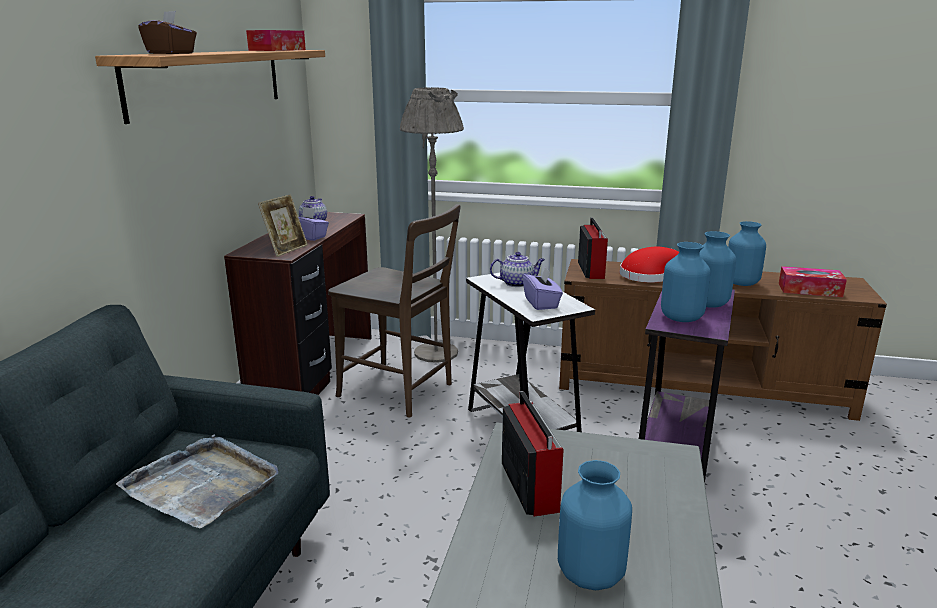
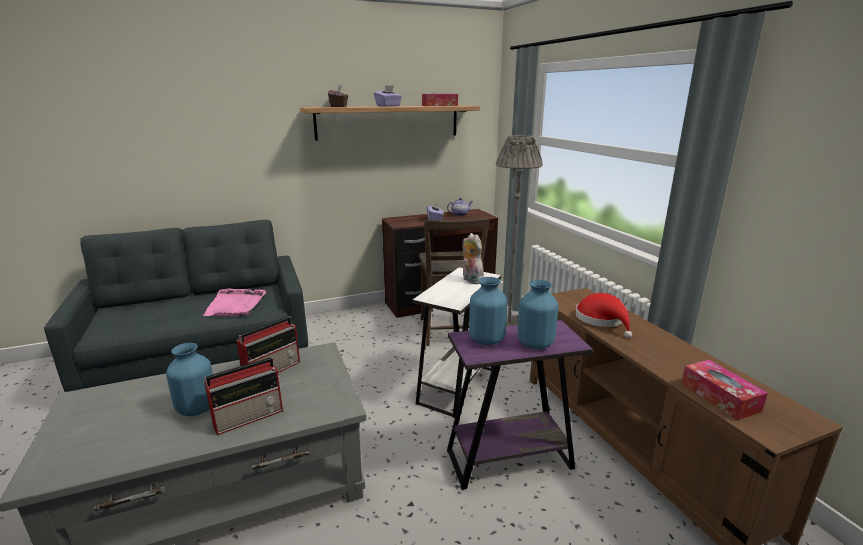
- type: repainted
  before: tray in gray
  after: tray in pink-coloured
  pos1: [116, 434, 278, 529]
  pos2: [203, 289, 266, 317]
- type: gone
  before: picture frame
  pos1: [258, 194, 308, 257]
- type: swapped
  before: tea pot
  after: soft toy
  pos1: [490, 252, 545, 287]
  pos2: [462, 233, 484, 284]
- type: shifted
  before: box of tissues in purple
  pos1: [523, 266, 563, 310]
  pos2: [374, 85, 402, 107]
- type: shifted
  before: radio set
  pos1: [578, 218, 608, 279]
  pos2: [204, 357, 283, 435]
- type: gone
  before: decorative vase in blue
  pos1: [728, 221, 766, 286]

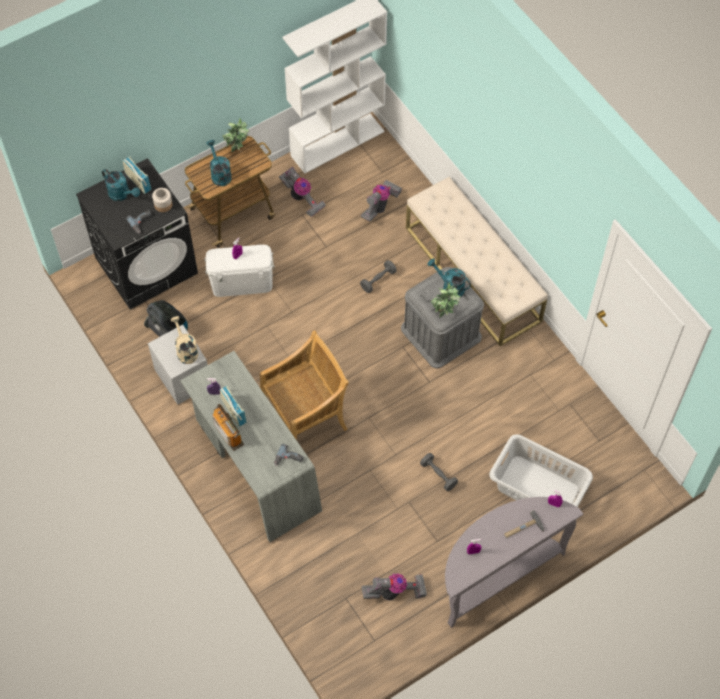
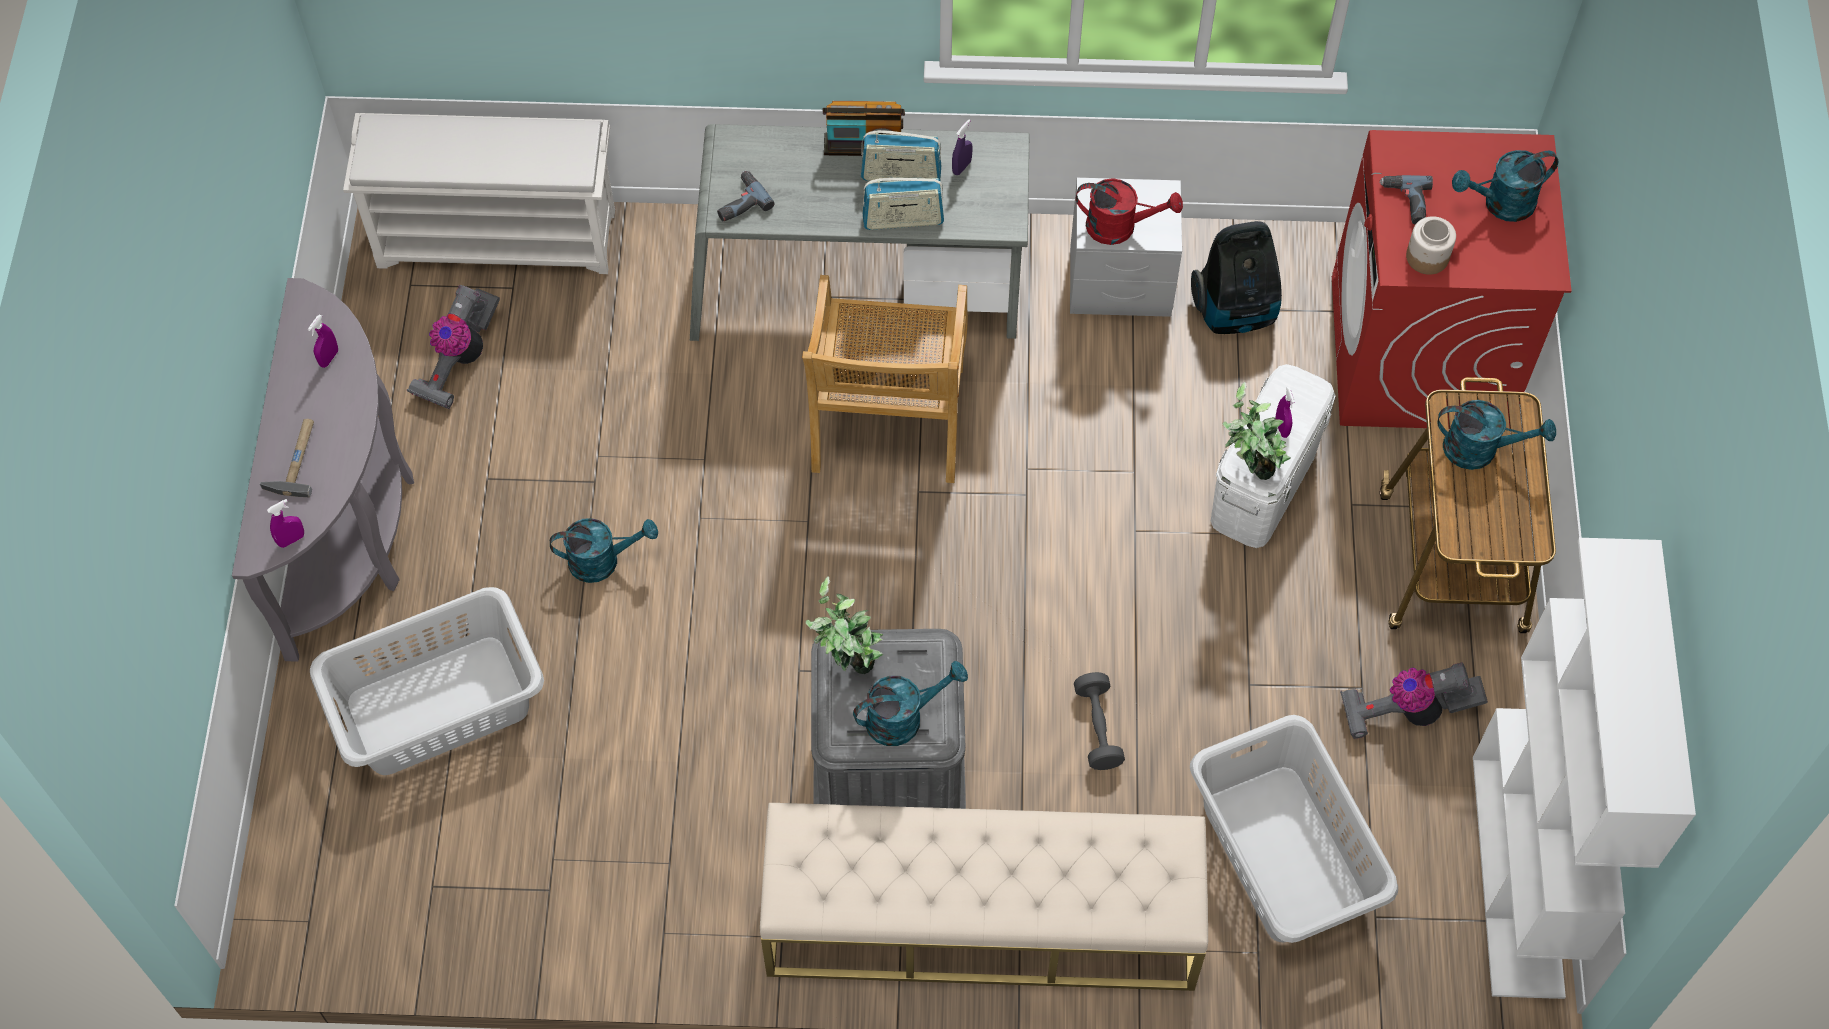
- type: repainted
  before: laundry appliance in black
  after: laundry appliance in red
  pos1: [76, 158, 198, 309]
  pos2: [1332, 130, 1572, 428]
- type: shifted
  before: radio set
  pos1: [123, 157, 151, 194]
  pos2: [862, 178, 944, 230]
- type: repainted
  before: watering can in beige
  after: watering can in red
  pos1: [171, 316, 198, 364]
  pos2: [1076, 178, 1183, 245]
- type: shifted
  before: plant in a pot
  pos1: [222, 118, 249, 152]
  pos2: [1222, 382, 1291, 480]
- type: swapped
  before: vacuum
  after: laundry basket in gray
  pos1: [361, 180, 402, 221]
  pos2: [1190, 715, 1398, 943]
- type: swapped
  before: hand weight in gray
  after: watering can in blue-green
  pos1: [420, 453, 458, 491]
  pos2: [550, 518, 658, 583]
- type: new
  after: shoe stand in whitish
  pos2: [343, 113, 615, 274]

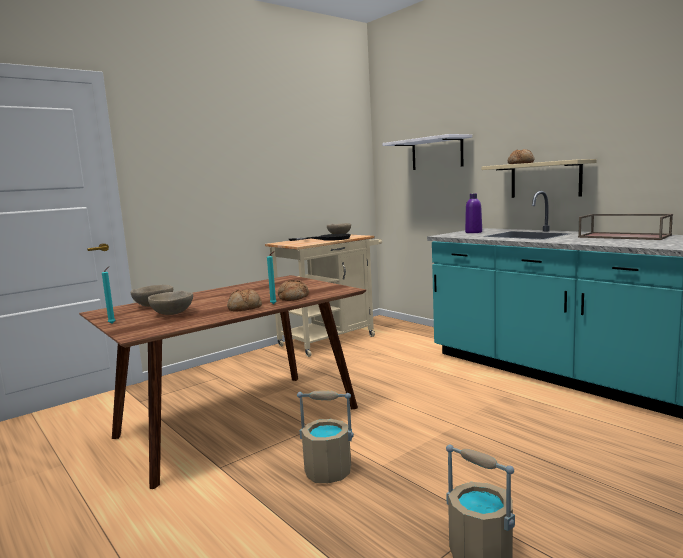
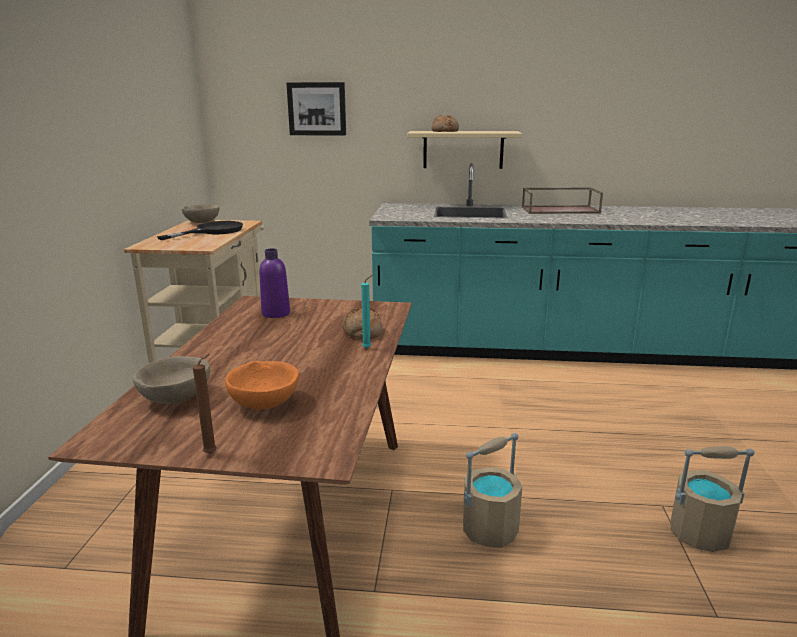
- type: repainted
  before: wax light in blue-green
  after: wax light in brown-coloured
  pos1: [102, 267, 115, 323]
  pos2: [193, 354, 217, 454]
- type: repainted
  before: bowl in beige
  after: bowl in orangey
  pos1: [148, 291, 193, 315]
  pos2: [225, 361, 299, 409]
- type: gone
  before: bakery bread
  pos1: [227, 289, 262, 312]
- type: swapped
  before: shelf in whitish
  after: wall art
  pos1: [382, 134, 472, 170]
  pos2: [286, 82, 346, 135]
- type: shifted
  before: bottle in purple
  pos1: [465, 193, 482, 233]
  pos2: [259, 248, 290, 318]

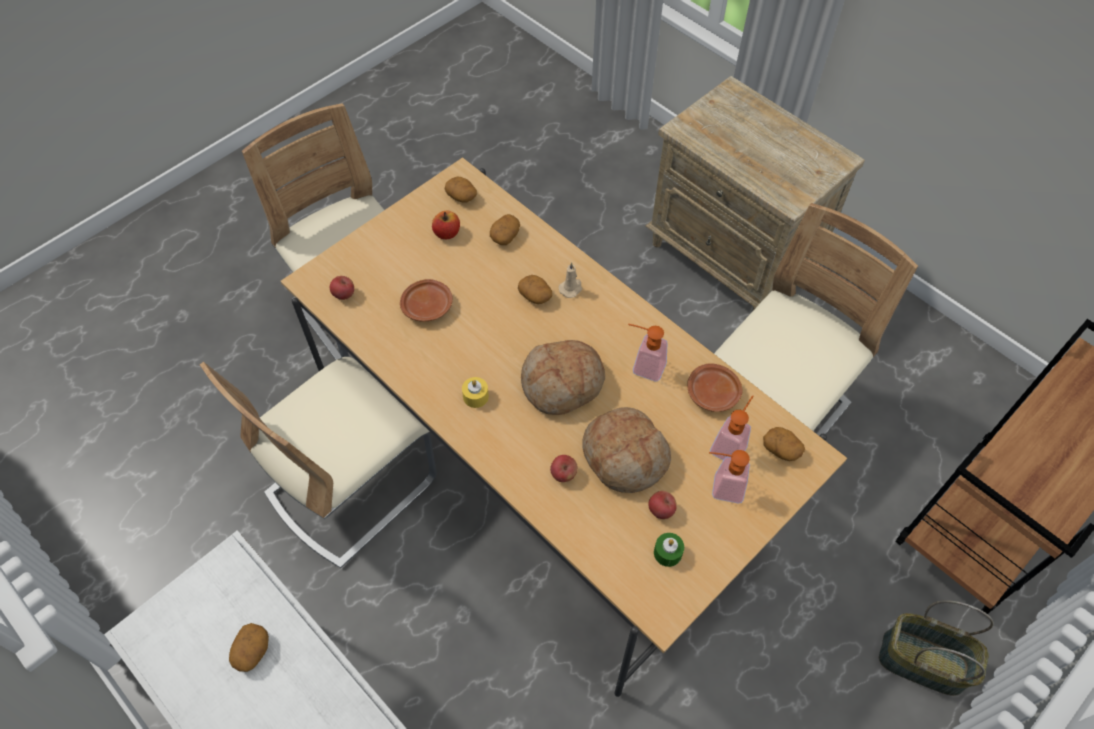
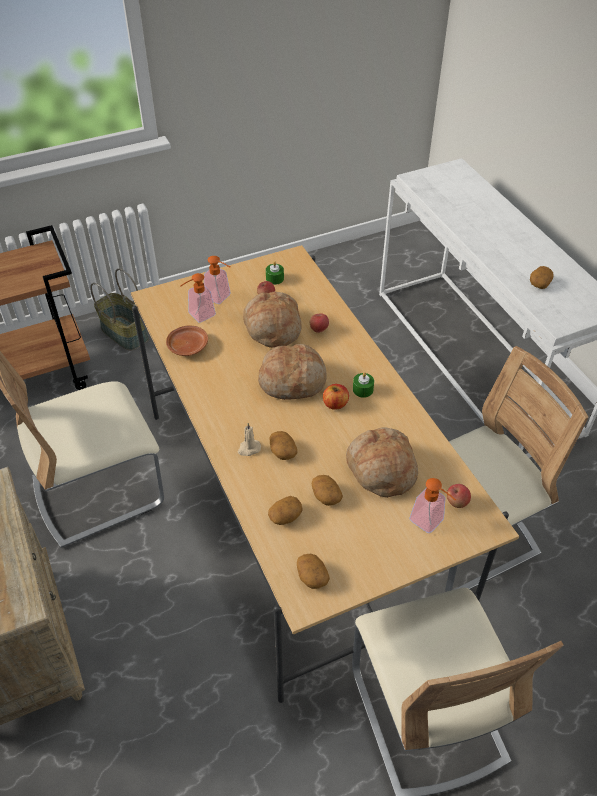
- type: swapped
  before: plate in brown-coloured
  after: bakery bread
  pos1: [400, 279, 453, 322]
  pos2: [346, 427, 418, 498]
- type: shifted
  before: apple
  pos1: [432, 211, 460, 239]
  pos2: [323, 384, 349, 410]
- type: repainted
  before: wax light in yellow-coloured
  after: wax light in green
  pos1: [462, 377, 489, 408]
  pos2: [353, 372, 374, 398]
- type: shifted
  before: soap bottle
  pos1: [628, 324, 667, 382]
  pos2: [409, 478, 456, 533]
- type: shifted
  before: potato
  pos1: [763, 427, 805, 461]
  pos2: [312, 475, 343, 506]

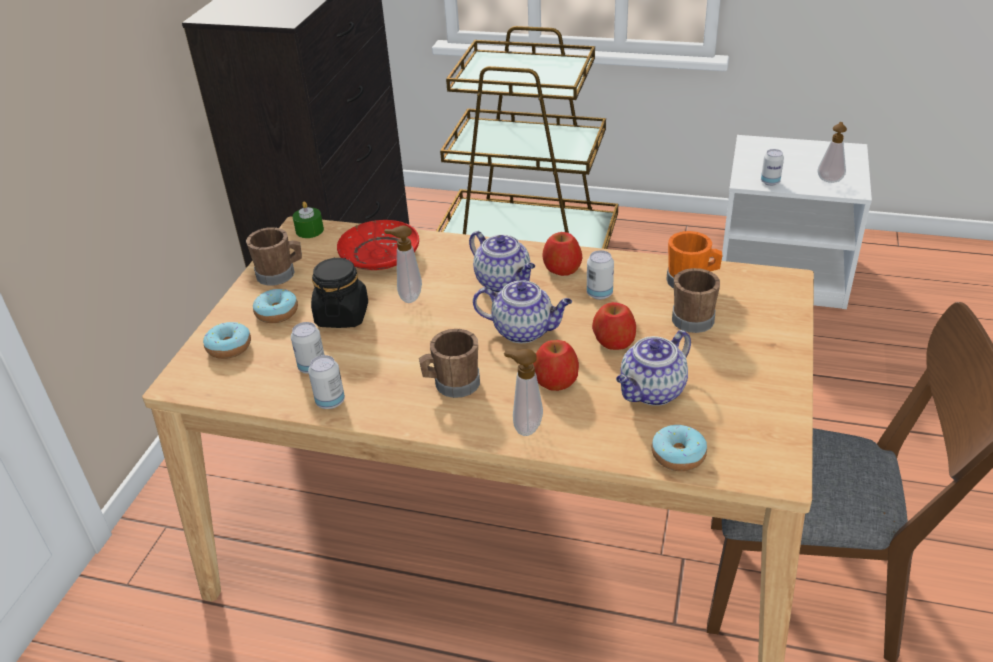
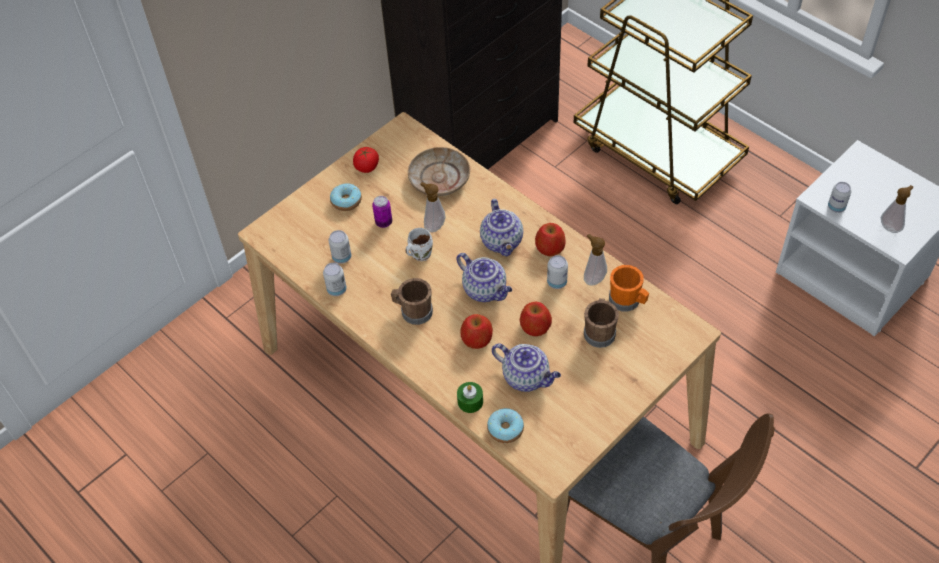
- type: gone
  before: donut
  pos1: [203, 322, 251, 359]
- type: swapped
  before: mug in brown-coloured
  after: fresh tomato
  pos1: [246, 227, 302, 286]
  pos2: [353, 147, 379, 173]
- type: shifted
  before: wax light in green
  pos1: [293, 201, 324, 238]
  pos2: [457, 382, 483, 413]
- type: swapped
  before: storage jar in black
  after: can
  pos1: [311, 257, 368, 328]
  pos2: [372, 196, 392, 228]
- type: repainted
  before: plate in red
  after: plate in beige
  pos1: [337, 220, 419, 270]
  pos2: [408, 147, 470, 196]
- type: shifted
  before: soap bottle
  pos1: [504, 349, 543, 436]
  pos2: [584, 234, 607, 285]
- type: rotated
  before: tea pot
  pos1: [616, 330, 691, 406]
  pos2: [492, 344, 561, 392]
  turn: -135
- type: new
  after: mug in whitish
  pos2: [405, 228, 433, 261]

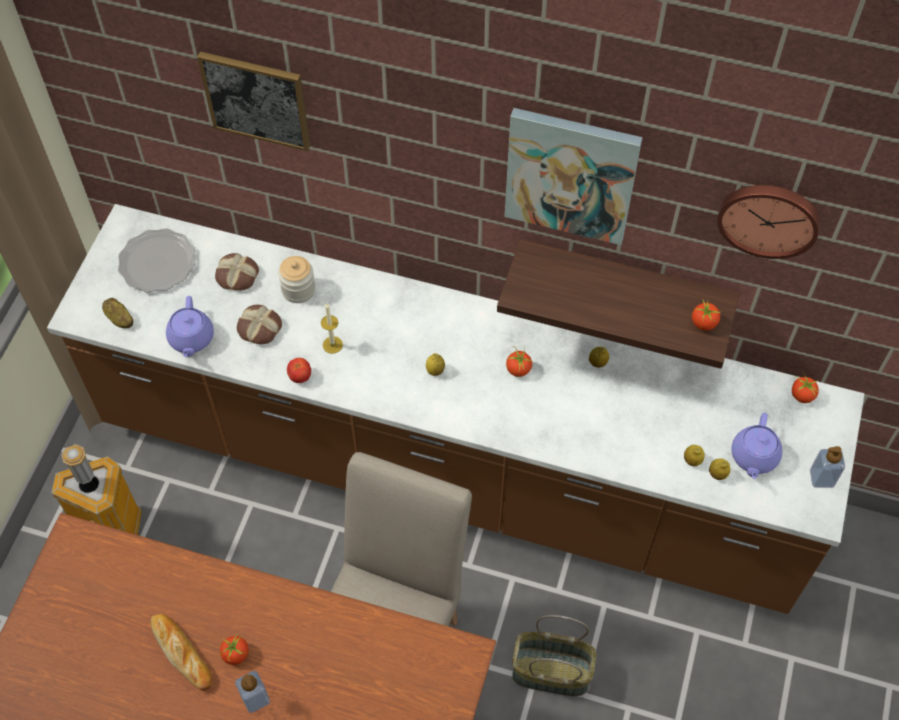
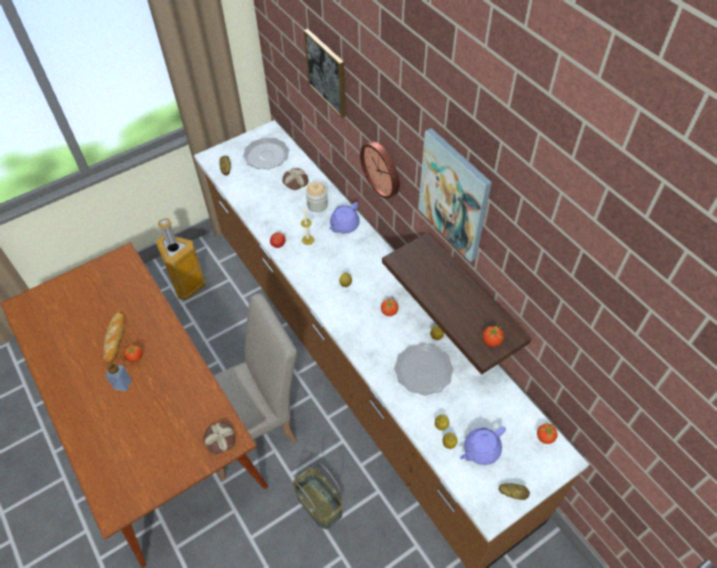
- type: shifted
  before: tea pot in purple
  pos1: [166, 296, 214, 357]
  pos2: [329, 202, 360, 234]
- type: shifted
  before: bakery bread
  pos1: [237, 305, 282, 344]
  pos2: [203, 422, 235, 454]
- type: shifted
  before: clock on the wall
  pos1: [717, 185, 820, 259]
  pos2: [360, 141, 400, 199]
- type: swapped
  before: soap bottle
  after: potato
  pos1: [810, 446, 845, 488]
  pos2: [499, 483, 530, 500]
- type: new
  after: plate
  pos2: [394, 343, 454, 395]

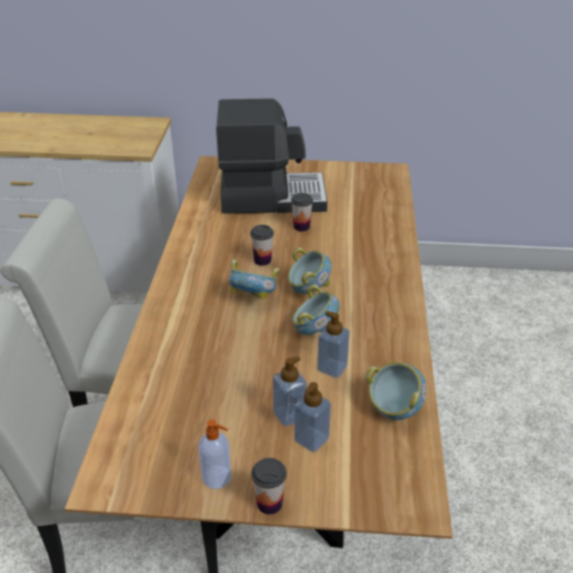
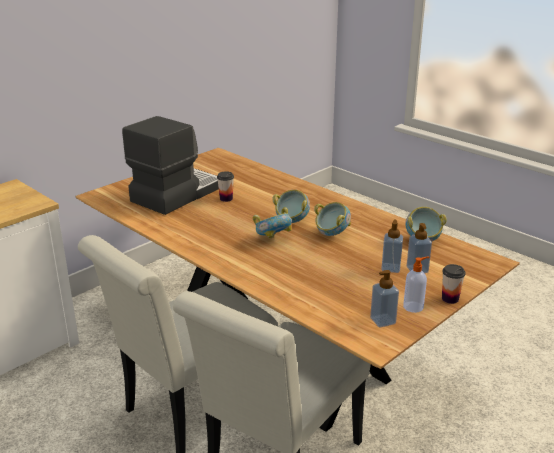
- type: gone
  before: small cup
  pos1: [250, 225, 274, 266]
- type: shifted
  before: soap bottle
  pos1: [317, 311, 350, 378]
  pos2: [370, 270, 399, 327]

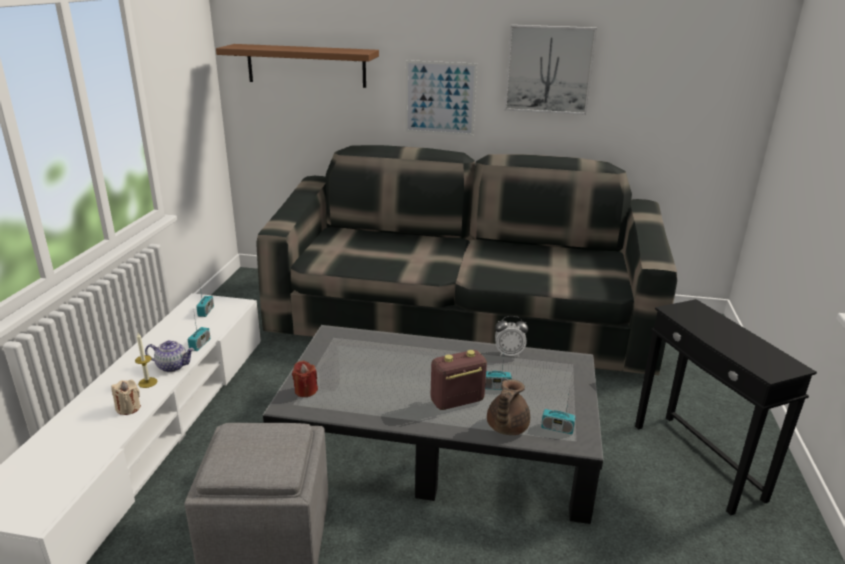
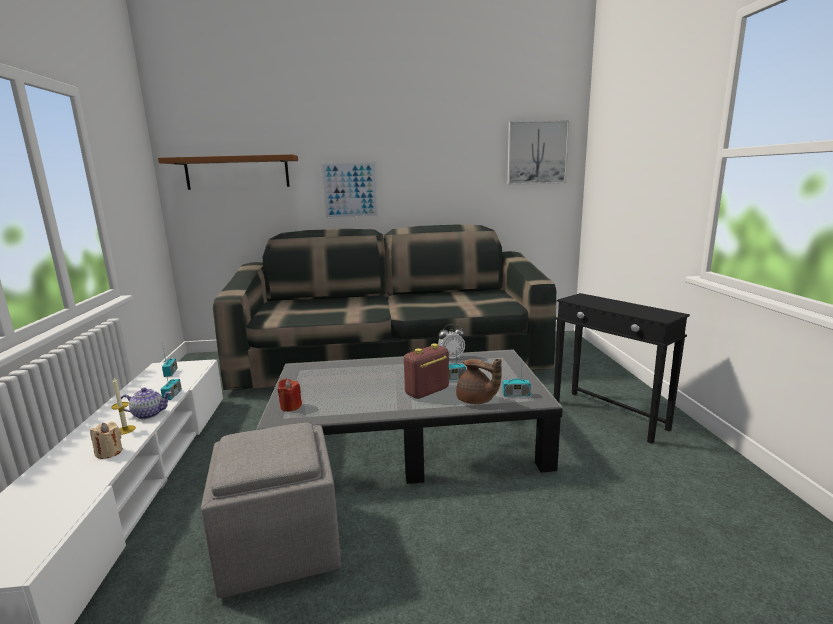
- type: rotated
  before: tea pot in brown-coloured
  pos1: [487, 379, 530, 435]
  pos2: [456, 359, 501, 404]
  turn: -60
- type: shifted
  before: wall art
  pos1: [505, 25, 597, 115]
  pos2: [507, 120, 570, 185]

